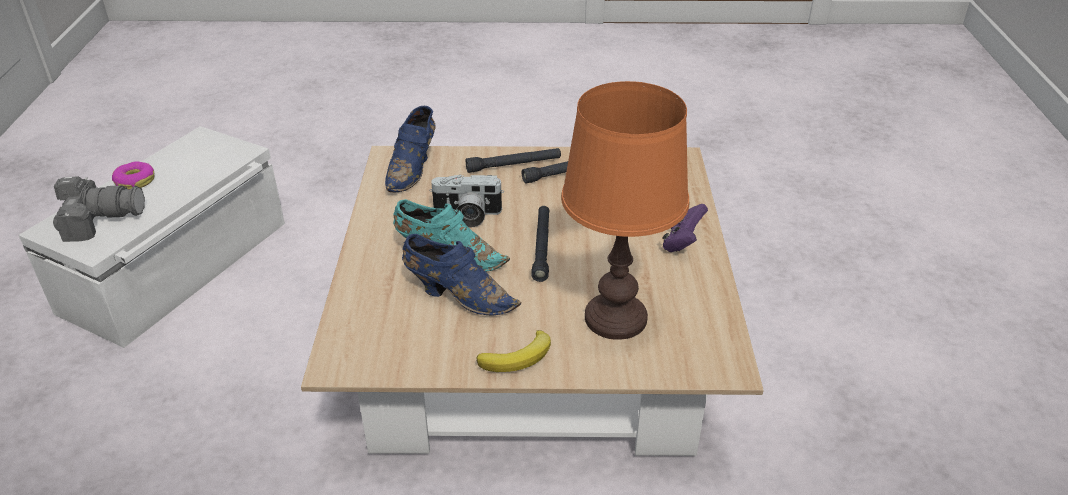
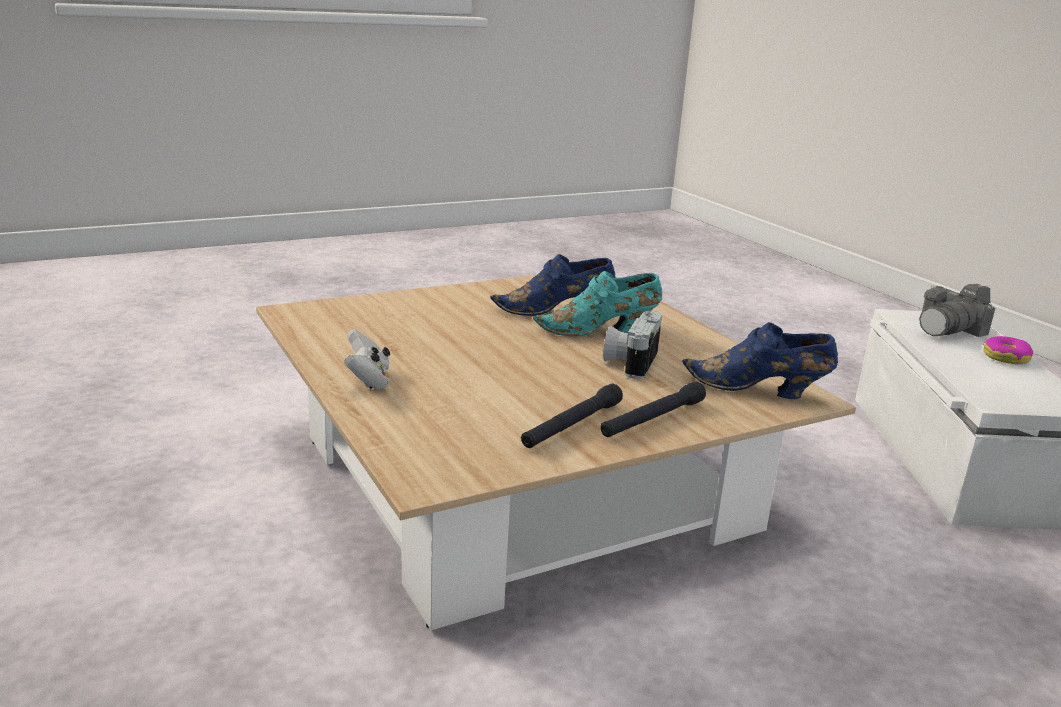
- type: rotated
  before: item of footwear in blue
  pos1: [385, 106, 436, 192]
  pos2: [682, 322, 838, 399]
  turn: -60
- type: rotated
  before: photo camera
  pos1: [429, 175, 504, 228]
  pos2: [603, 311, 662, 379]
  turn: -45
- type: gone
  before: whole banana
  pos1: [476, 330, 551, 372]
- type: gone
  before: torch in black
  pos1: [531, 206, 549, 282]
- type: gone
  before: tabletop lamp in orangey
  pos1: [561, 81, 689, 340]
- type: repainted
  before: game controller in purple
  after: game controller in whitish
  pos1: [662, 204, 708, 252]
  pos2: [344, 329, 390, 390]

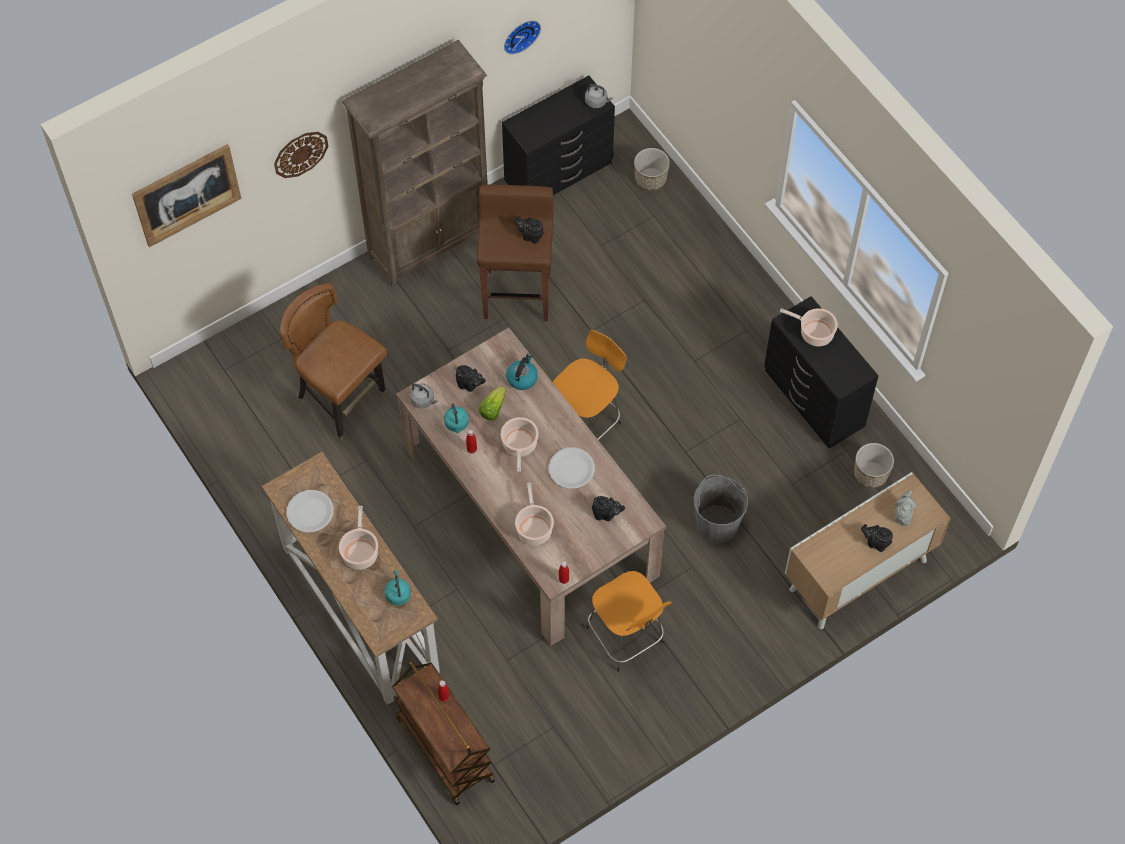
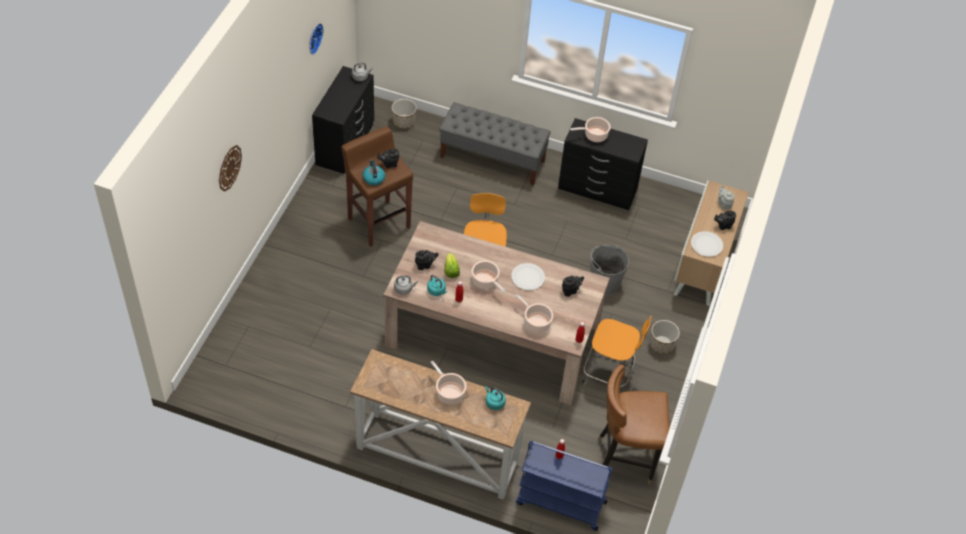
- type: gone
  before: wall art
  pos1: [132, 144, 242, 247]
- type: shifted
  before: upright chair in brown-coloured
  pos1: [280, 283, 387, 442]
  pos2: [598, 364, 670, 485]
- type: shifted
  before: plate in whitish
  pos1: [287, 490, 334, 532]
  pos2: [691, 231, 723, 257]
- type: gone
  before: bookcase in brown-coloured
  pos1: [342, 40, 488, 287]
- type: repainted
  before: trolley in brown-coloured
  after: trolley in blue
  pos1: [392, 661, 495, 805]
  pos2: [516, 441, 612, 531]
- type: shifted
  before: tea kettle
  pos1: [506, 353, 538, 390]
  pos2: [363, 159, 385, 185]
- type: shifted
  before: planter
  pos1: [854, 443, 894, 488]
  pos2: [650, 320, 680, 354]
- type: new
  after: indoor bench in gray
  pos2: [439, 102, 551, 186]

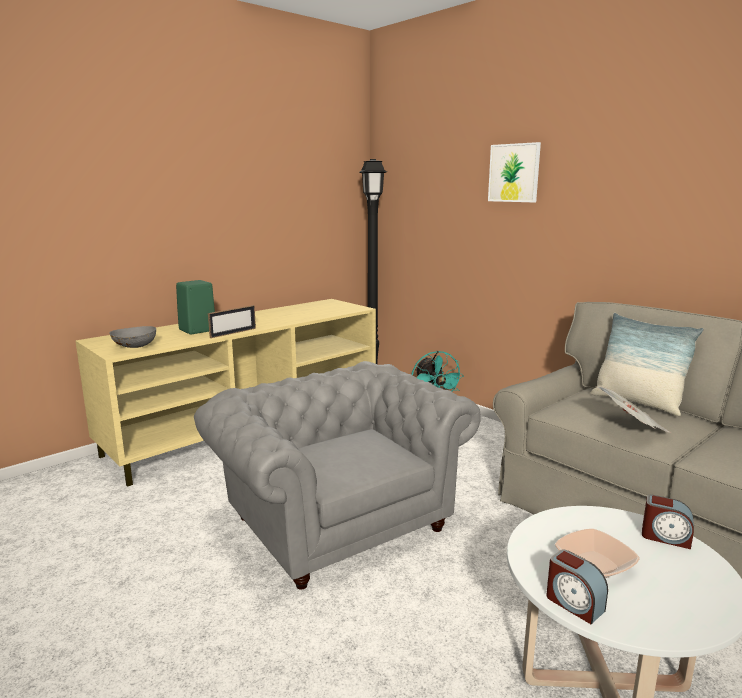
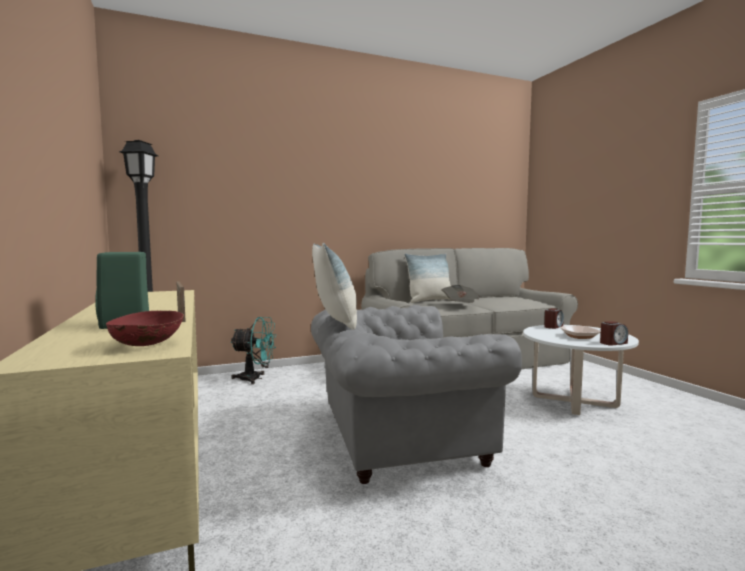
- type: repainted
  before: bowl in gray
  after: bowl in red
  pos1: [109, 326, 156, 348]
  pos2: [106, 311, 184, 346]
- type: gone
  before: wall art
  pos1: [488, 142, 541, 203]
- type: new
  after: throw pillow
  pos2: [312, 243, 357, 330]

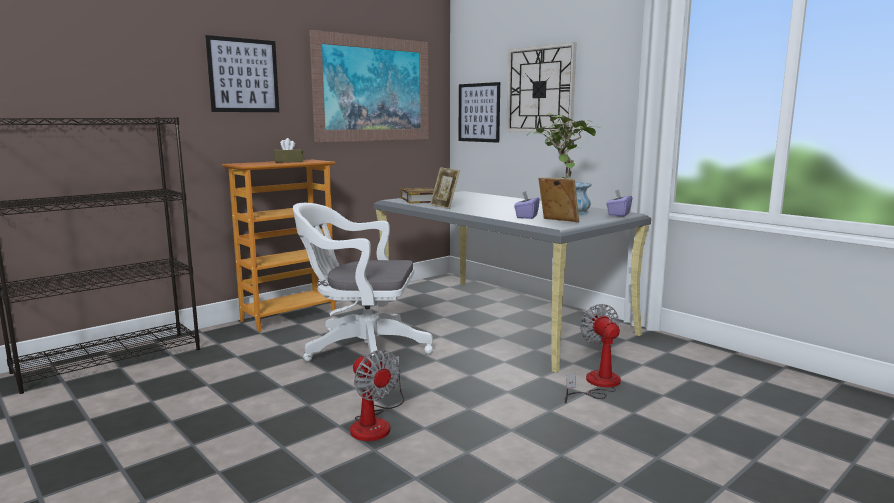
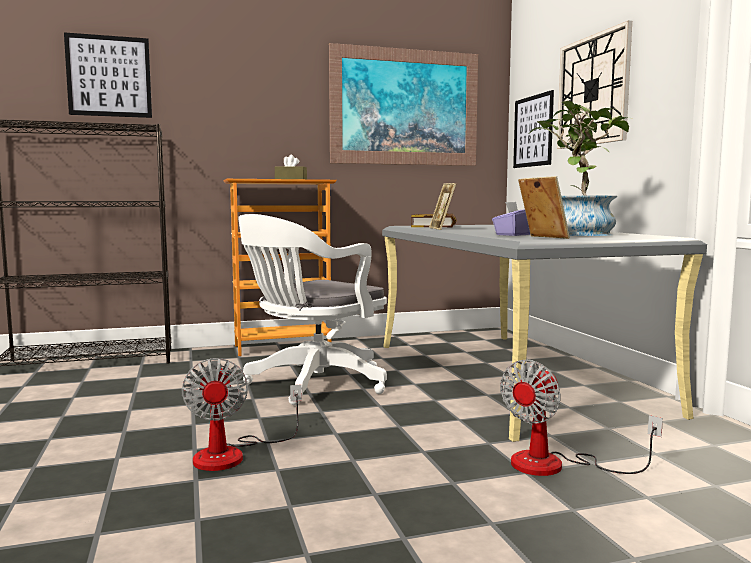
- type: shifted
  before: wall art
  pos1: [205, 35, 279, 112]
  pos2: [64, 32, 152, 118]
- type: rotated
  before: office chair in whitish
  pos1: [293, 203, 433, 362]
  pos2: [238, 214, 387, 405]
  turn: -75
- type: rotated
  before: fan
  pos1: [564, 304, 621, 403]
  pos2: [500, 359, 663, 476]
  turn: -150
- type: gone
  before: box of tissues in purple
  pos1: [606, 189, 632, 216]

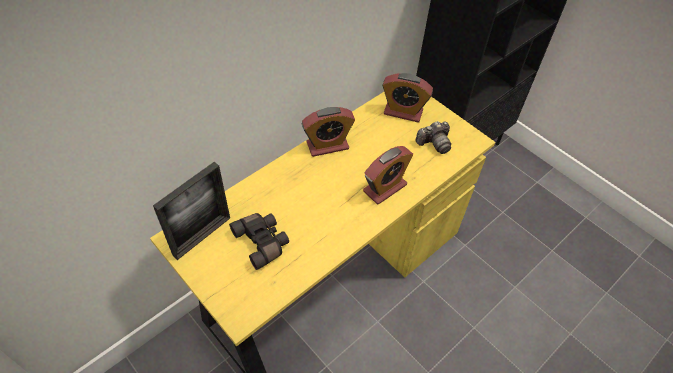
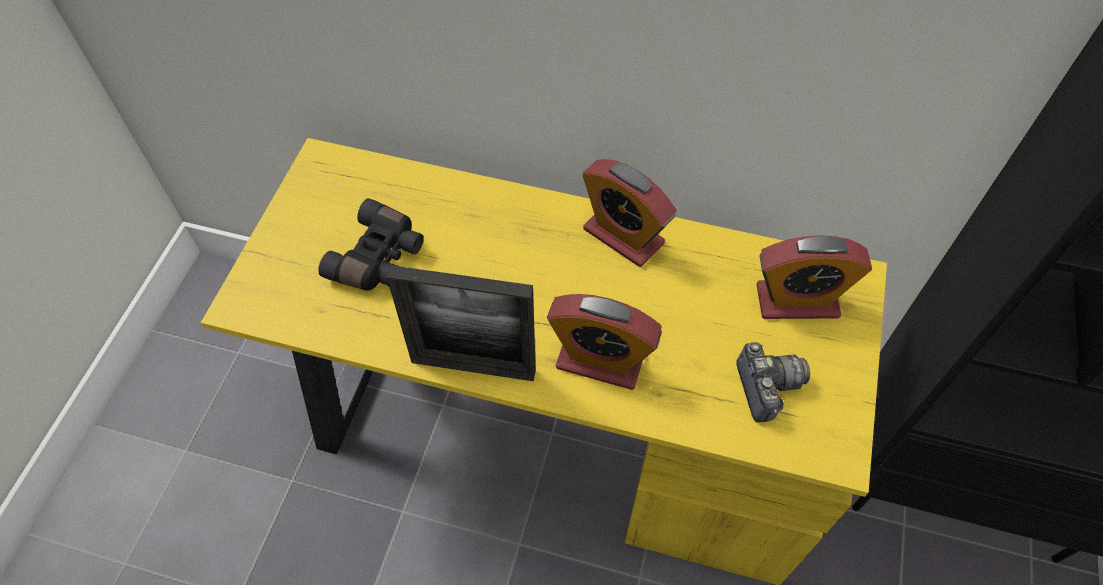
- type: shifted
  before: picture frame
  pos1: [153, 162, 230, 260]
  pos2: [387, 265, 536, 381]
- type: rotated
  before: bedside clock
  pos1: [382, 73, 433, 123]
  pos2: [757, 235, 872, 319]
  turn: -75
- type: rotated
  before: photo camera
  pos1: [415, 121, 451, 154]
  pos2: [736, 342, 810, 423]
  turn: -135

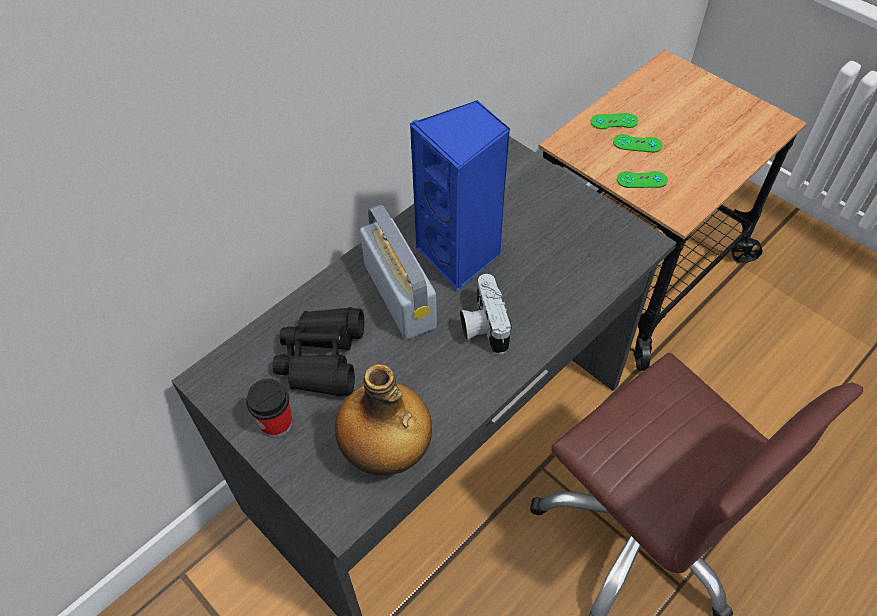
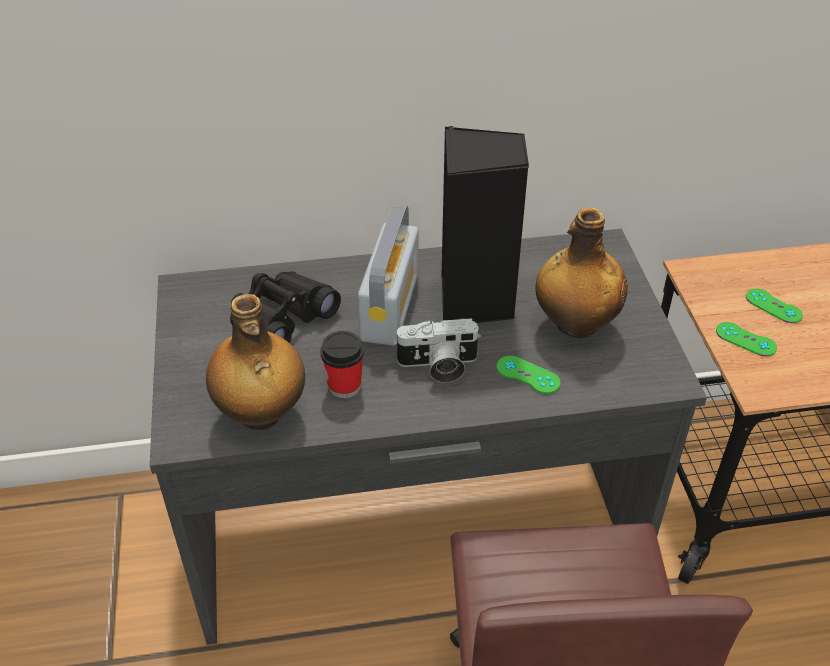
- type: shifted
  before: small cup
  pos1: [246, 379, 292, 438]
  pos2: [320, 331, 364, 398]
- type: repainted
  before: loudspeaker in blue
  after: loudspeaker in black
  pos1: [410, 100, 510, 291]
  pos2: [441, 126, 529, 323]
- type: rotated
  before: photo camera
  pos1: [460, 274, 512, 354]
  pos2: [394, 318, 481, 383]
  turn: -120
- type: shifted
  before: game controller in green
  pos1: [591, 113, 638, 129]
  pos2: [496, 356, 561, 394]
- type: new
  after: bottle
  pos2: [536, 207, 628, 338]

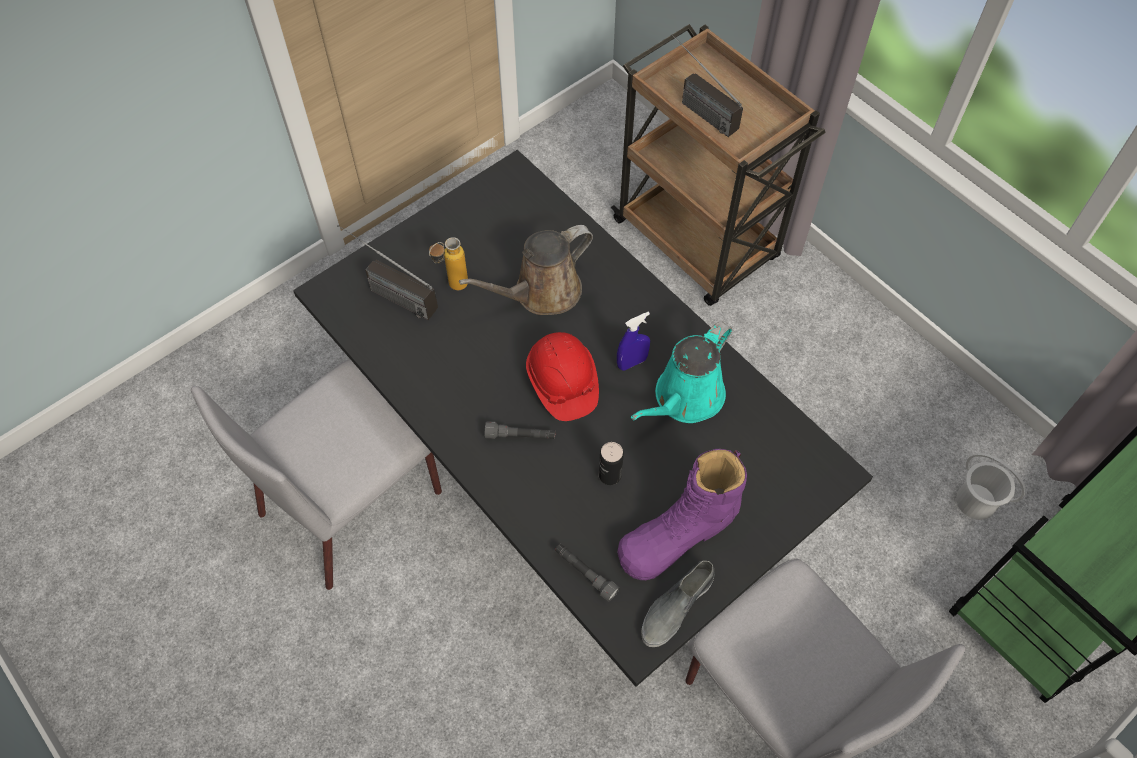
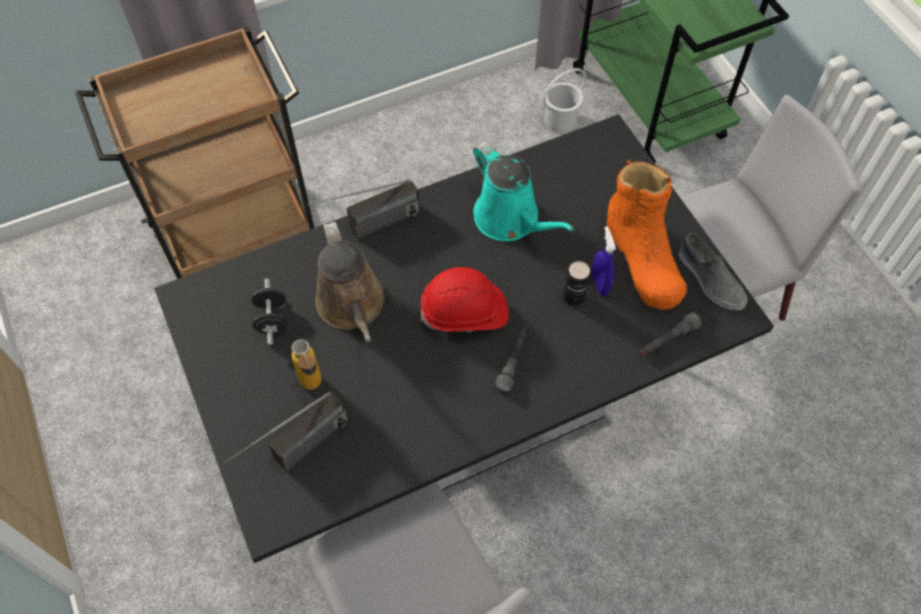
- type: shifted
  before: spray bottle in blue
  pos1: [617, 312, 650, 371]
  pos2: [592, 226, 616, 296]
- type: repainted
  before: boot in purple
  after: boot in orangey
  pos1: [617, 449, 747, 580]
  pos2: [607, 160, 687, 310]
- type: shifted
  before: radio set
  pos1: [671, 34, 743, 137]
  pos2: [306, 179, 420, 239]
- type: new
  after: hand weight in black
  pos2: [251, 278, 288, 345]

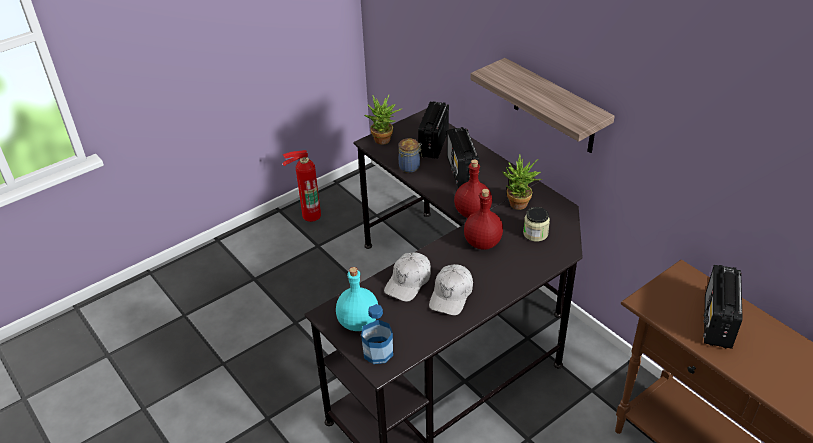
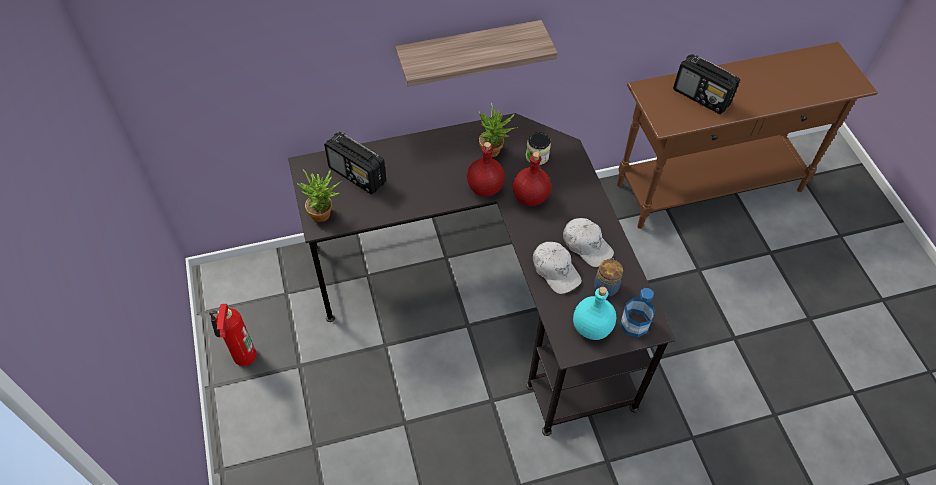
- type: shifted
  before: storage jar
  pos1: [399, 138, 422, 173]
  pos2: [594, 258, 623, 297]
- type: gone
  before: radio set
  pos1: [447, 127, 479, 188]

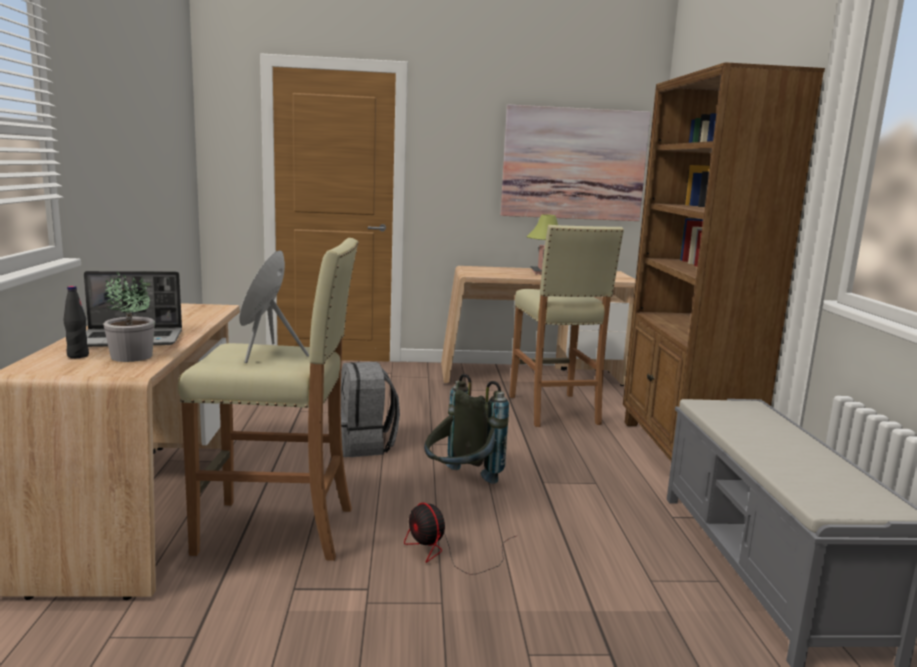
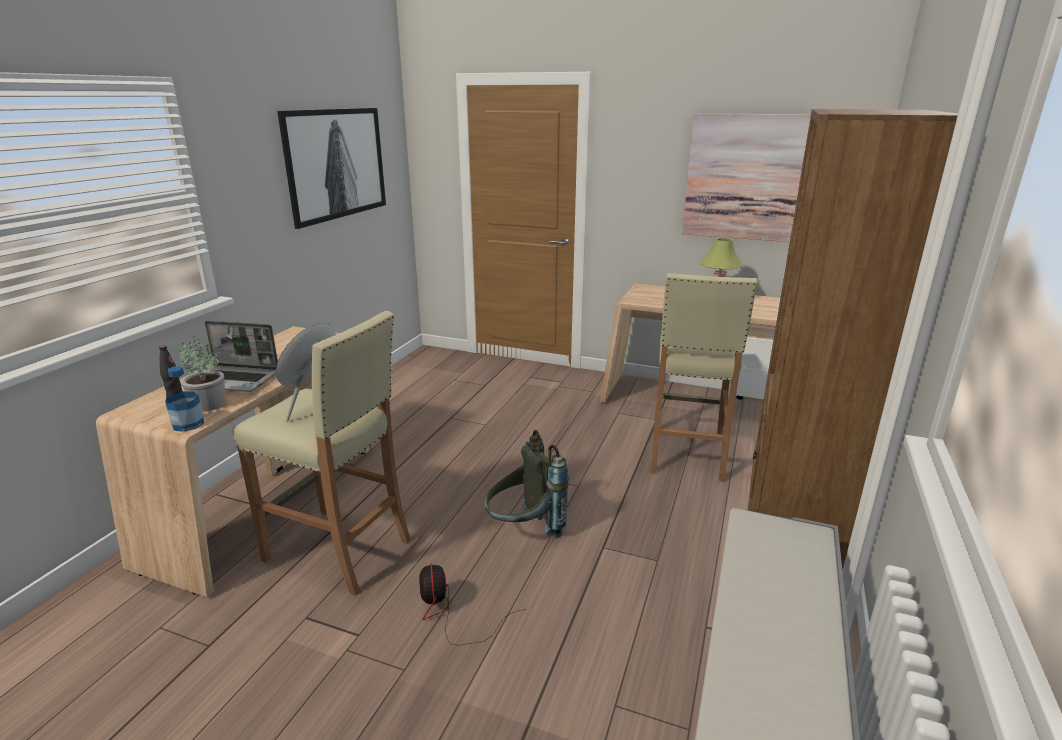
- type: gone
  before: backpack in gray
  pos1: [341, 362, 400, 457]
- type: new
  after: bottle
  pos2: [165, 366, 204, 432]
- type: new
  after: wall art
  pos2: [277, 108, 386, 229]

